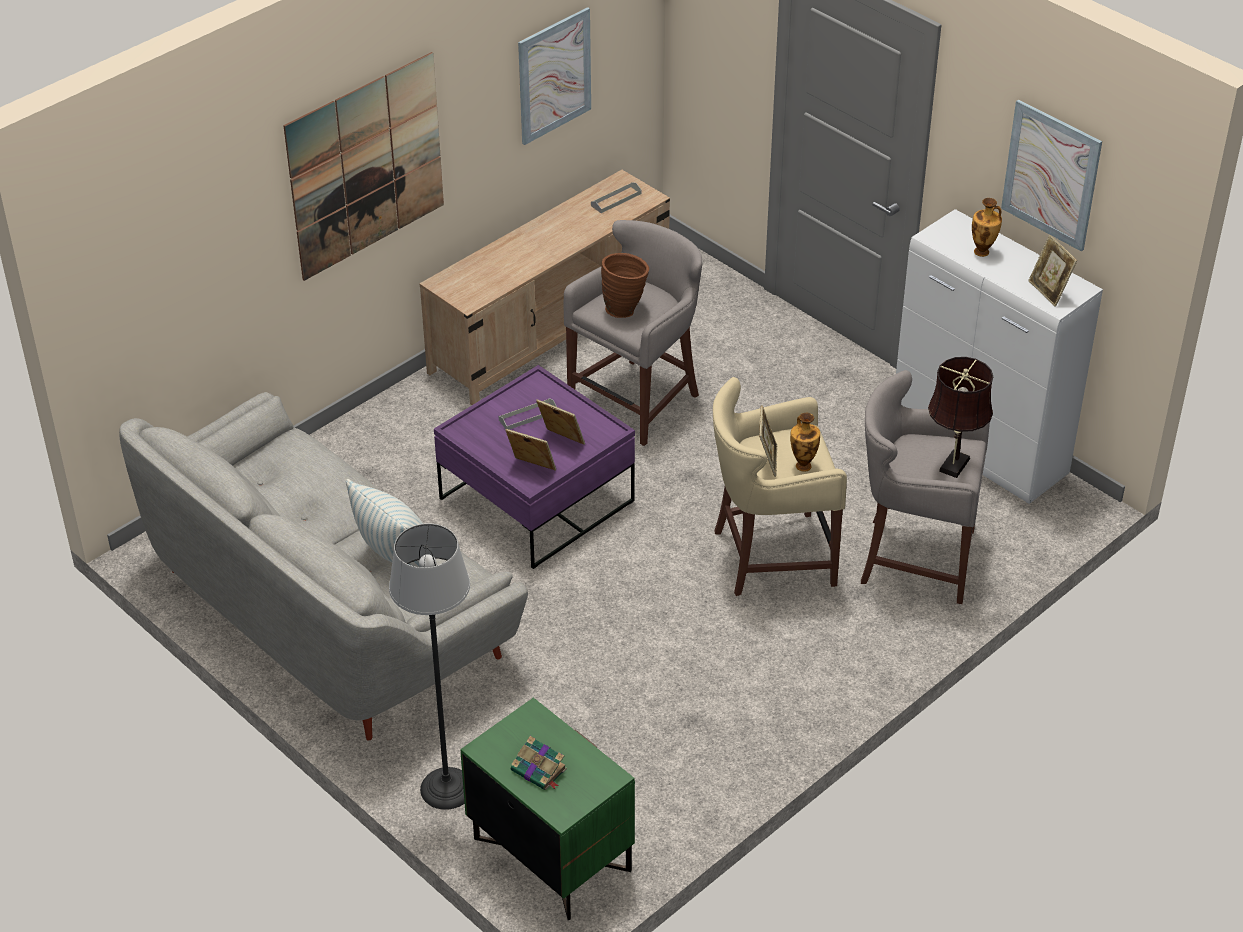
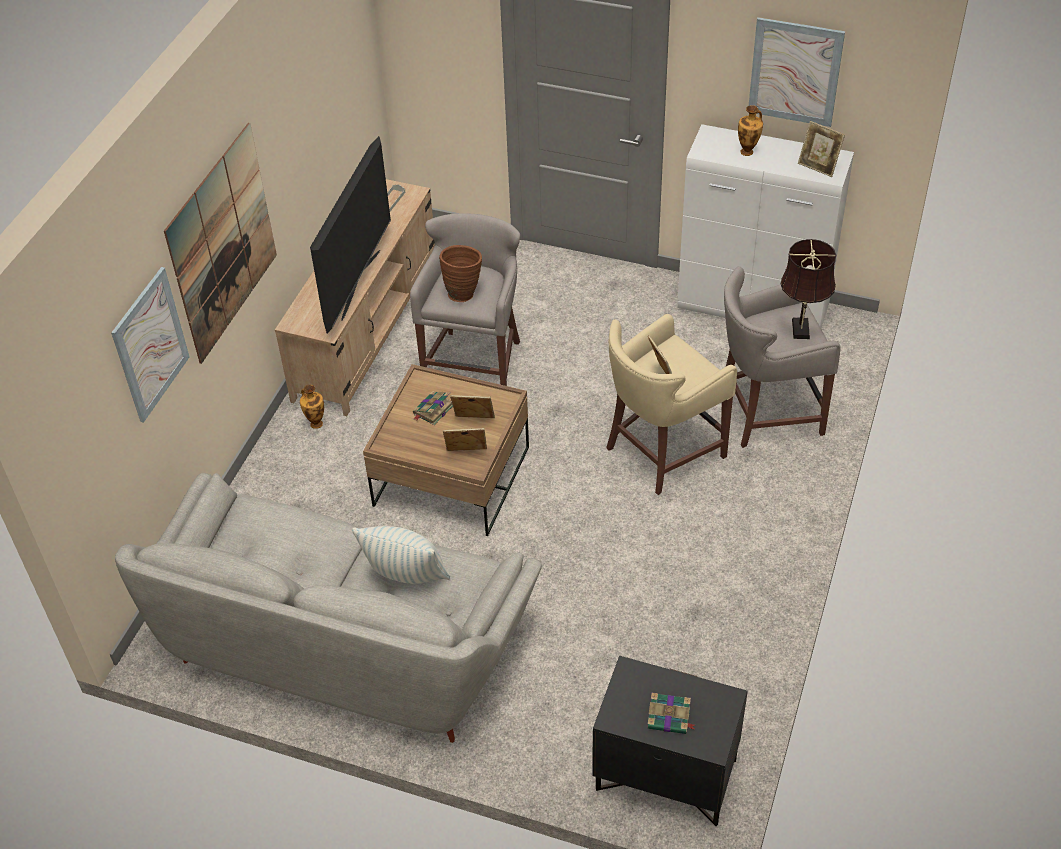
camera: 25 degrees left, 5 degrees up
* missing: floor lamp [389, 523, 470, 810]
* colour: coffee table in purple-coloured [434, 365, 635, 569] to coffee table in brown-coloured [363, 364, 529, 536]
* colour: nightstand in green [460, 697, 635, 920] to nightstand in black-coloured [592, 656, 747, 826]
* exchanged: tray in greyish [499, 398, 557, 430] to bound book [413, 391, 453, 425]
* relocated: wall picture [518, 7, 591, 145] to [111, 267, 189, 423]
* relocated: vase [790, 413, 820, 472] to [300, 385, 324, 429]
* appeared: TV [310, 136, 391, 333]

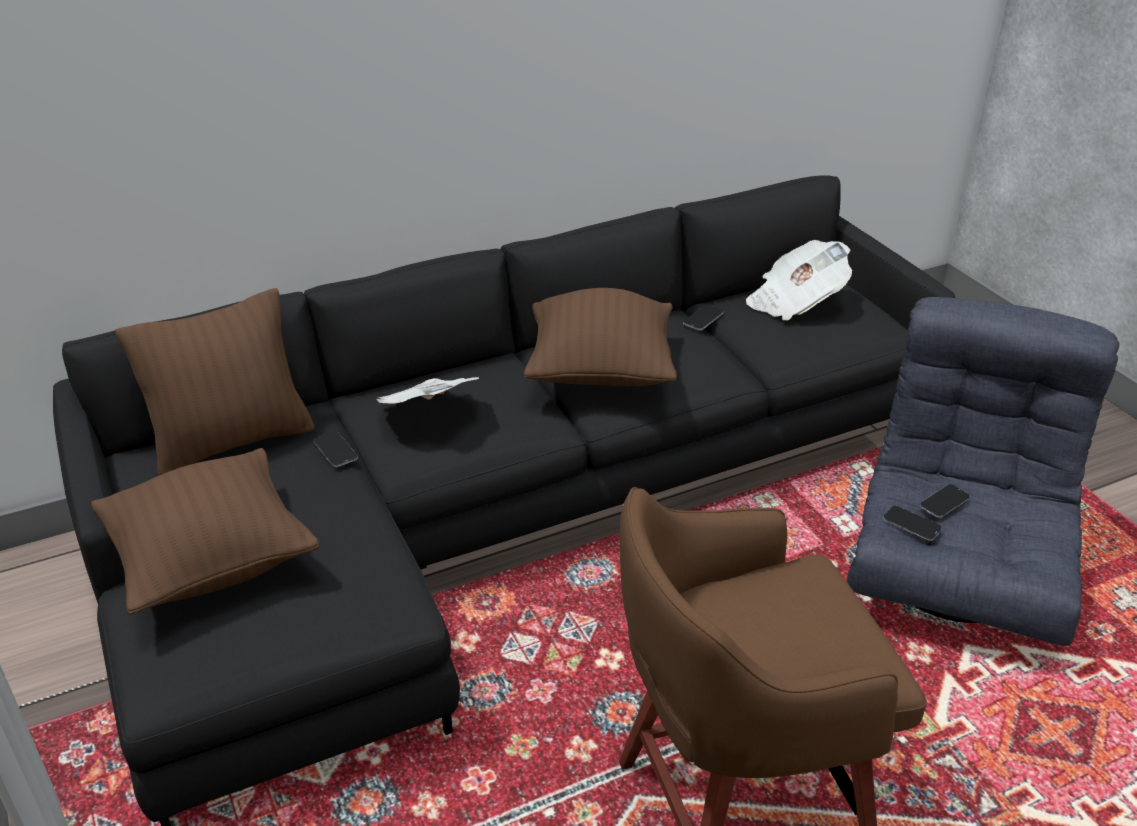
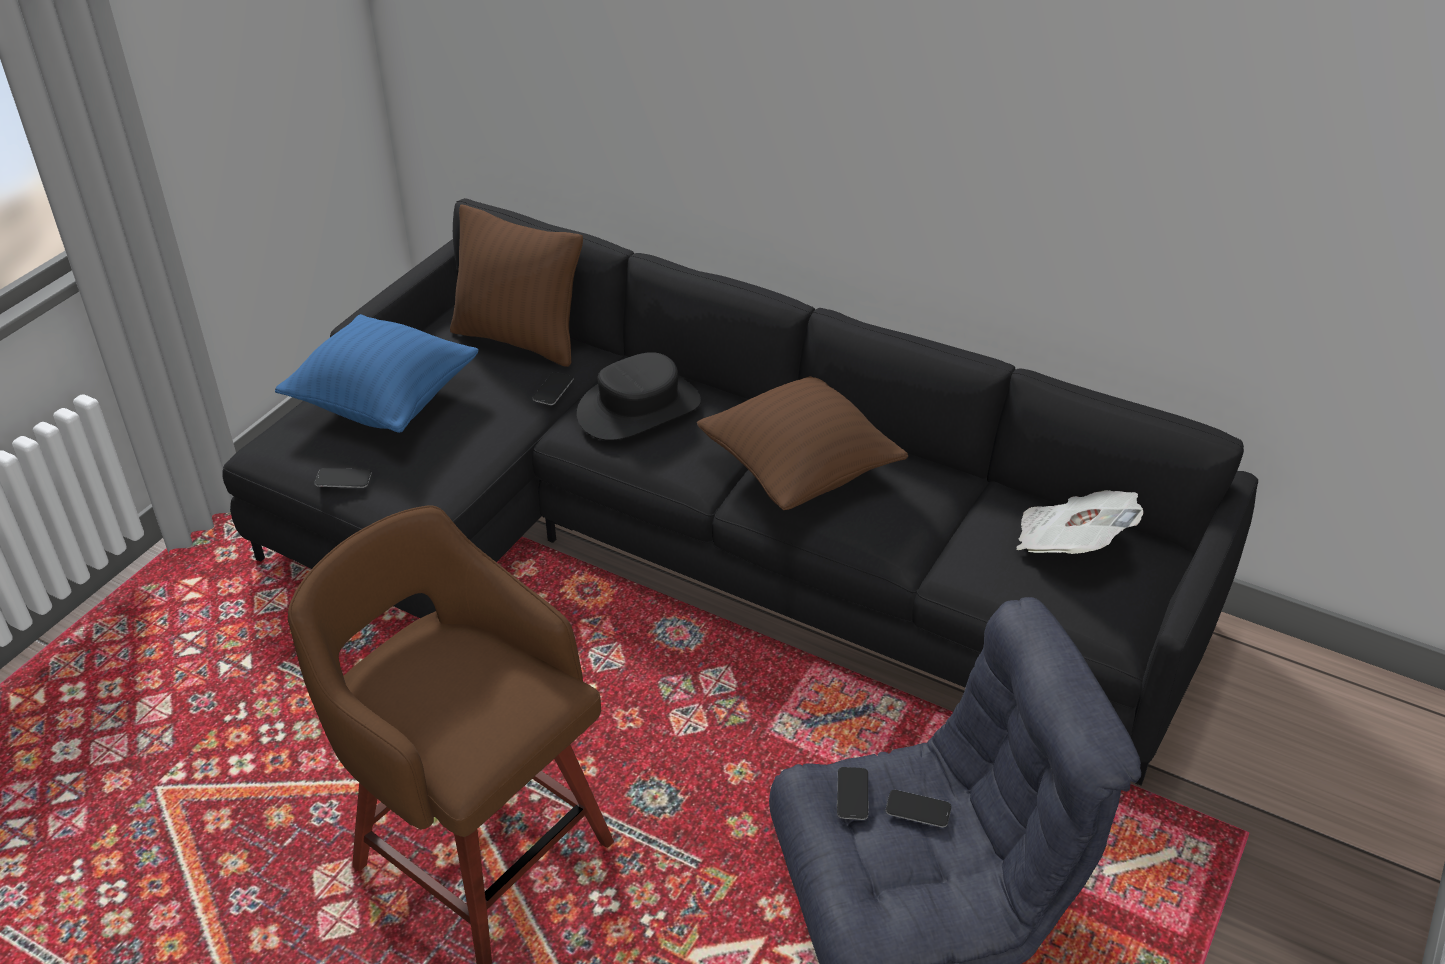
camera: 55 degrees right, 5 degrees up
* colour: throw pillow in brown-coloured [91, 448, 319, 615] to throw pillow in blue-coloured [275, 314, 479, 433]
* exchanged: printed paper [376, 377, 479, 404] to clothing hat in black-coloured [577, 352, 701, 441]
* relocated: phone [683, 305, 724, 331] to [314, 468, 372, 488]

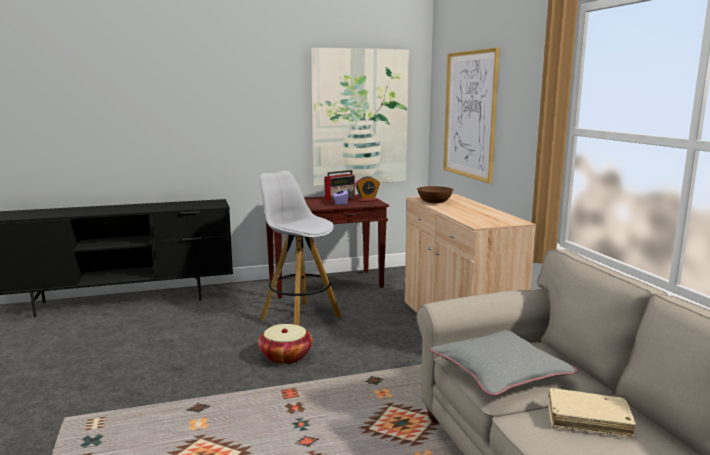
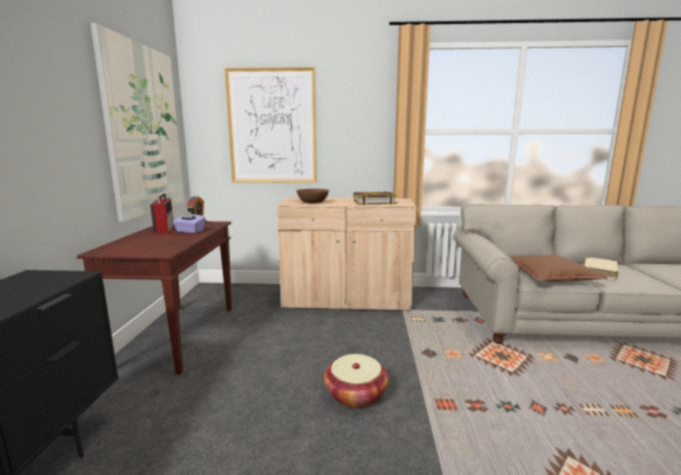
camera: 70 degrees left, 0 degrees up
* missing: stool in whitish [259, 170, 342, 325]
* colour: throw pillow in greyish [430, 330, 578, 396] to throw pillow in brown-coloured [509, 255, 607, 282]
* appeared: bound book [354, 191, 397, 205]

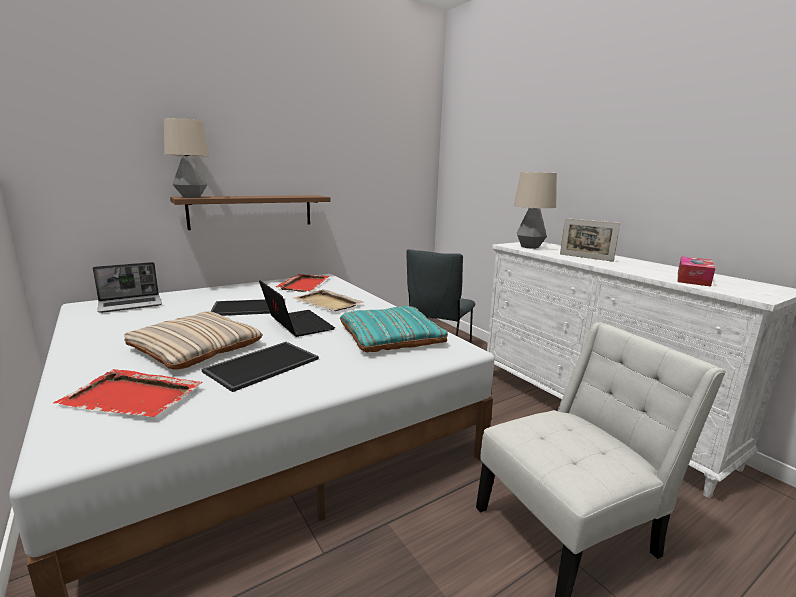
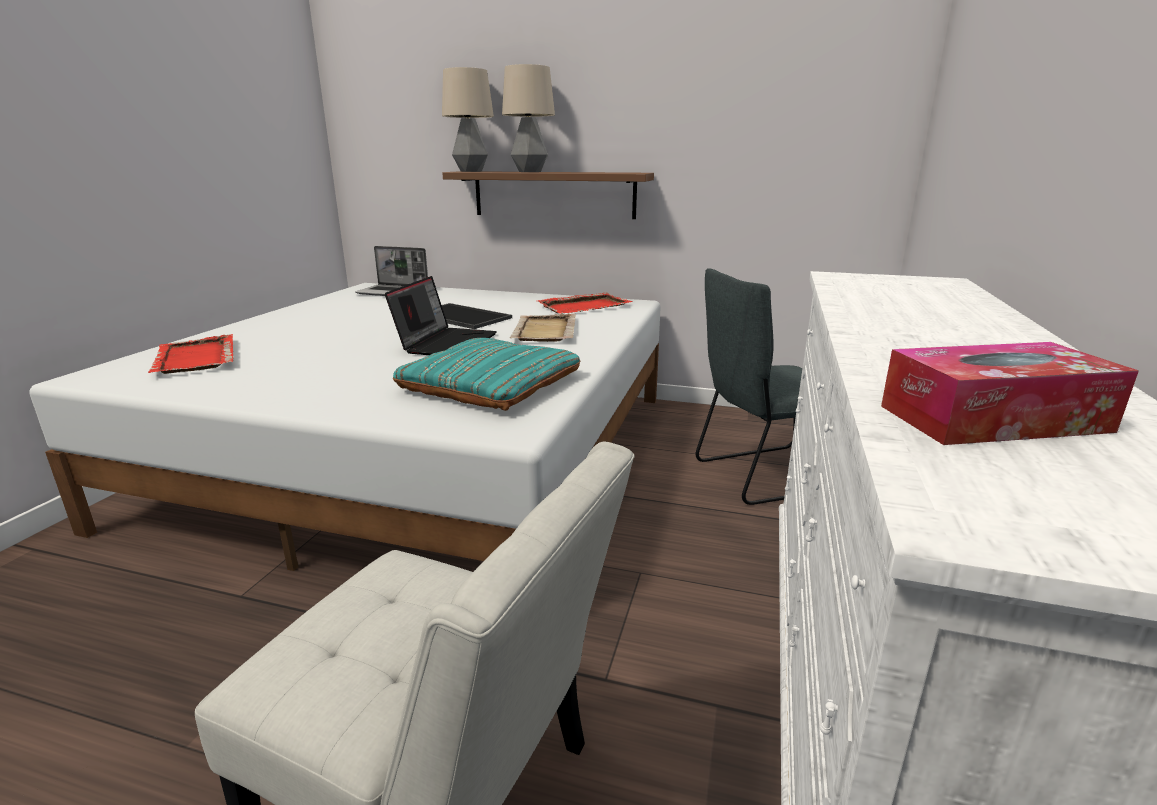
camera: 50 degrees right, 5 degrees up
* missing: throw pillow in beige-coloured [124, 311, 263, 370]
* missing: tray [202, 342, 319, 392]
* relocated: table lamp [514, 172, 557, 249] to [502, 64, 555, 172]
* missing: standing frame [560, 218, 620, 262]

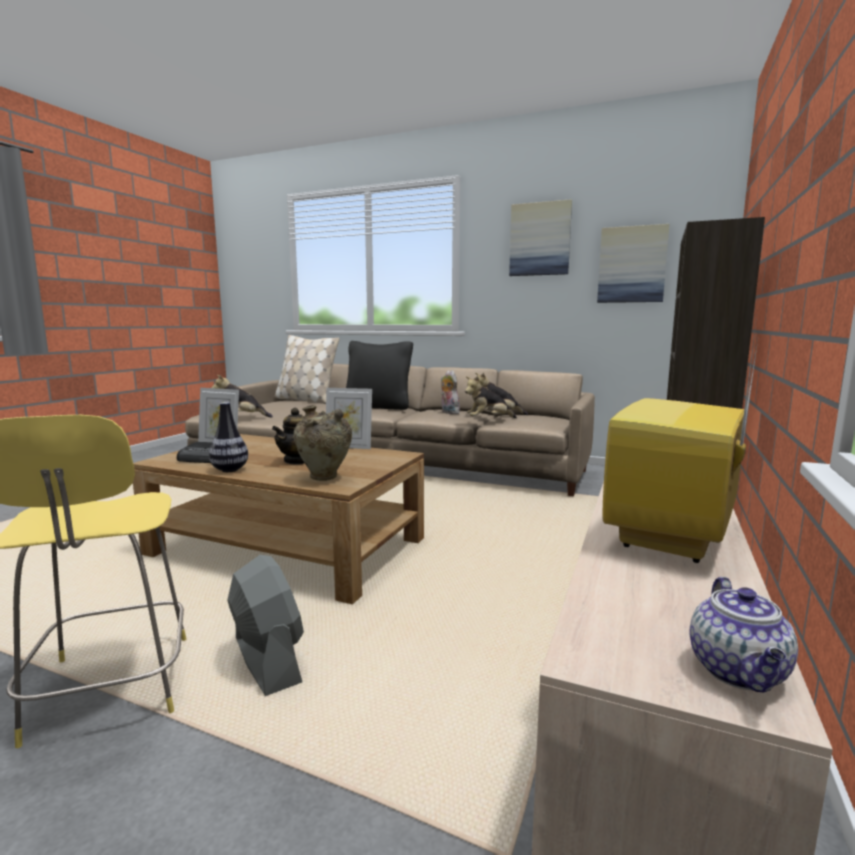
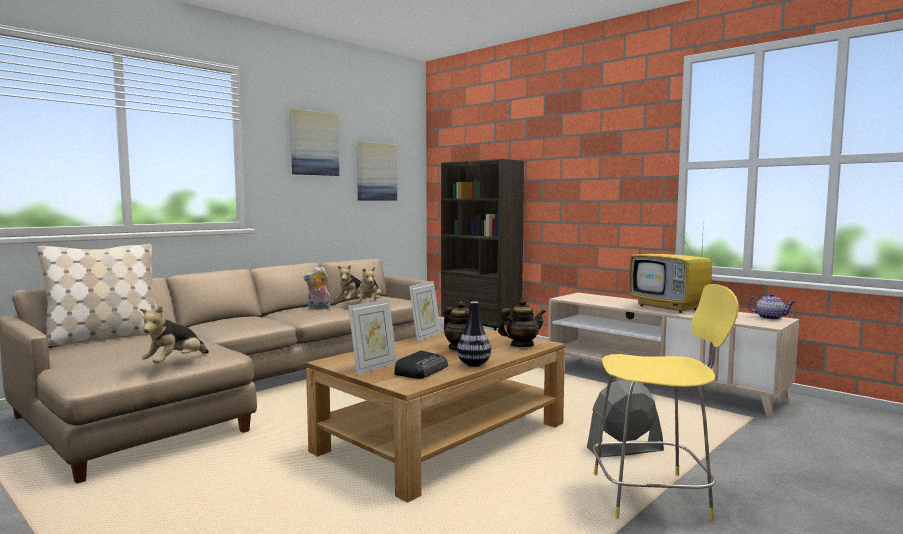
camera: 70 degrees left, 5 degrees down
* exchanged: vase in beige-coloured [293, 405, 352, 481] to tea pot [498, 299, 545, 347]
* missing: throw pillow in black-coloured [346, 341, 413, 410]

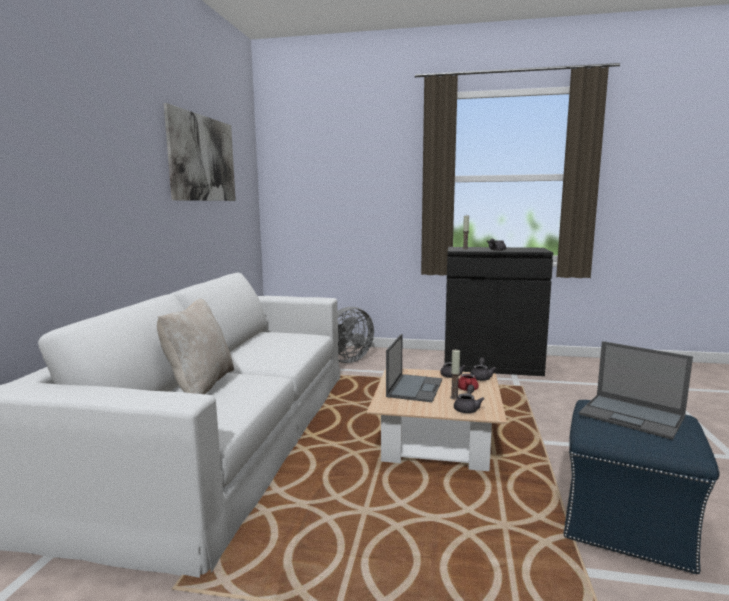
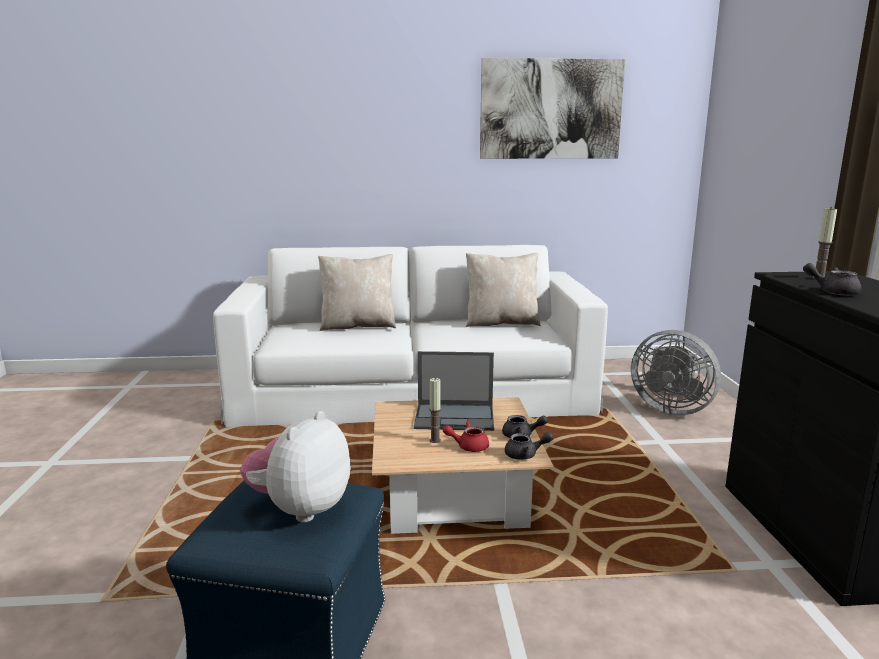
camera: 75 degrees right, 5 degrees up
* missing: tea pot in greyish [454, 385, 484, 413]
* exchanged: notebook computer [579, 341, 693, 440] to cuddly toy [240, 411, 351, 523]
* appeared: throw pillow in beige-coloured [466, 253, 541, 327]

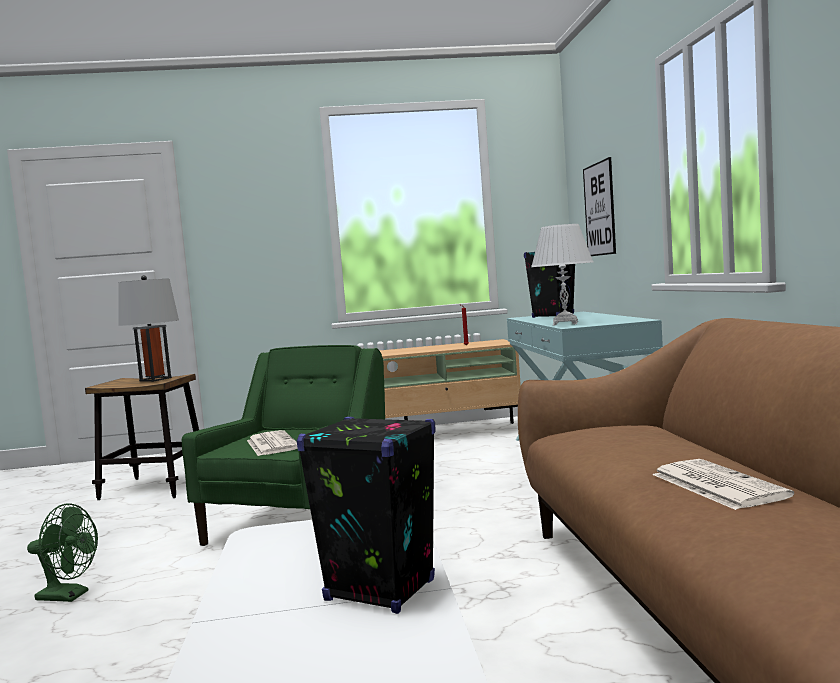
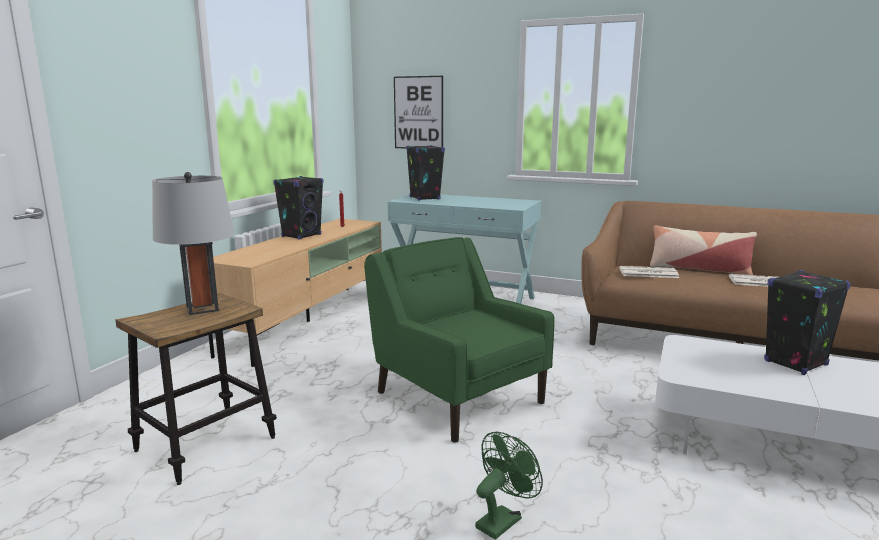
camera: 60 degrees left, 10 degrees up
* relocated: printed paper [247, 430, 298, 456] to [619, 266, 679, 278]
* missing: table lamp in whitish [531, 224, 593, 326]
* appeared: loudspeaker in black-coloured [273, 176, 323, 240]
* appeared: throw pillow [650, 225, 757, 275]

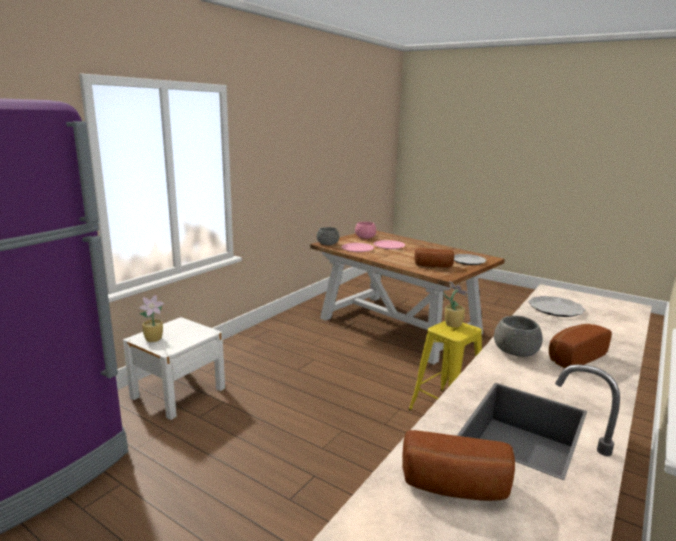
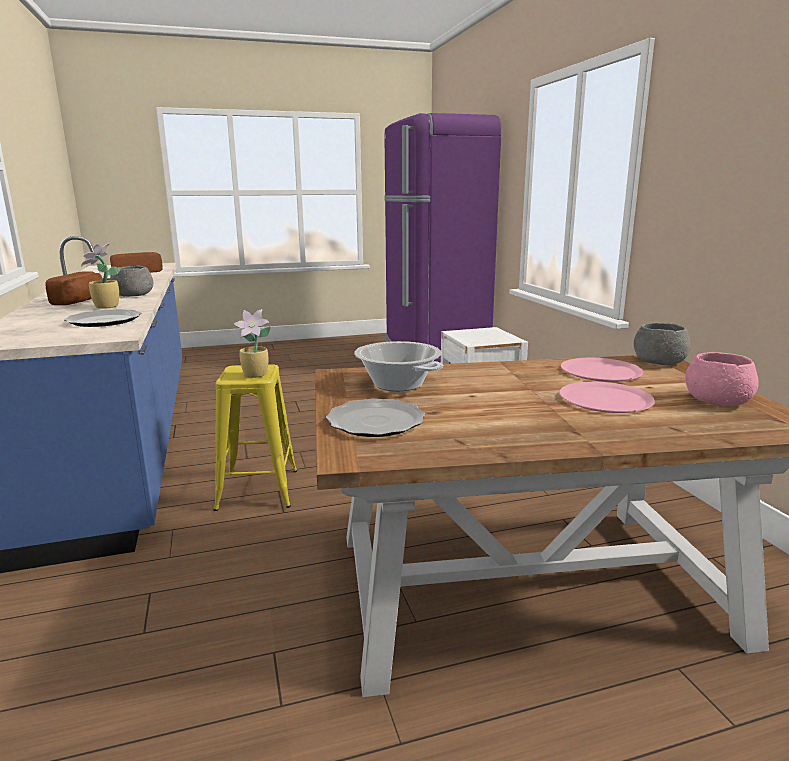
camera: 130 degrees right, 0 degrees up
* relocated: potted plant [138, 295, 165, 342] to [81, 243, 121, 309]
* exchanged: baked bread [414, 248, 454, 268] to saucepot [354, 341, 443, 391]

